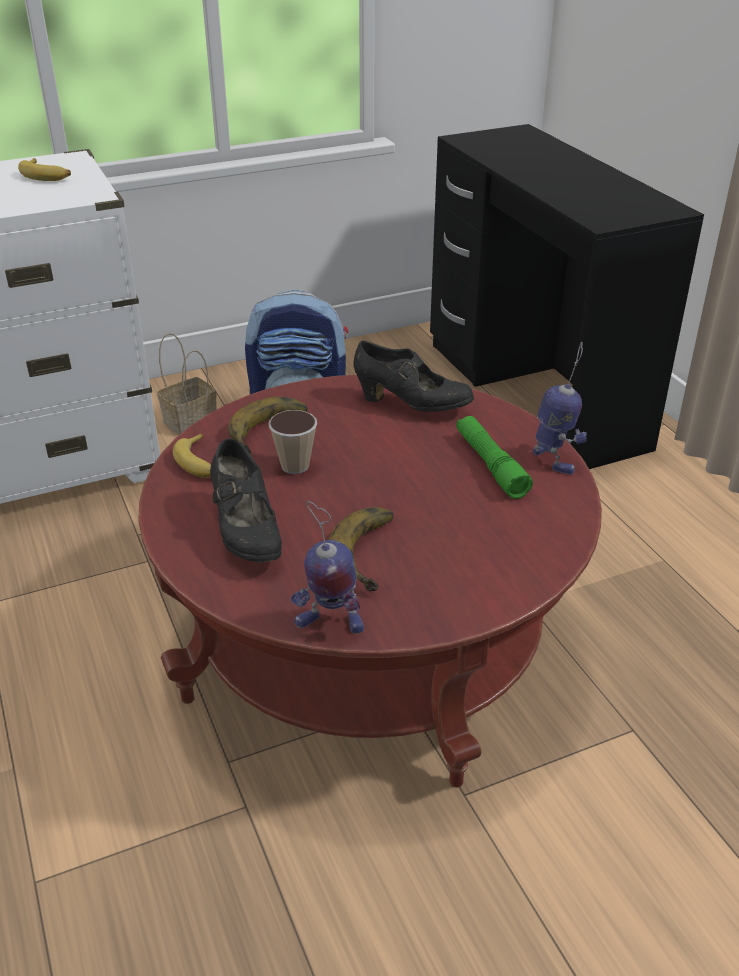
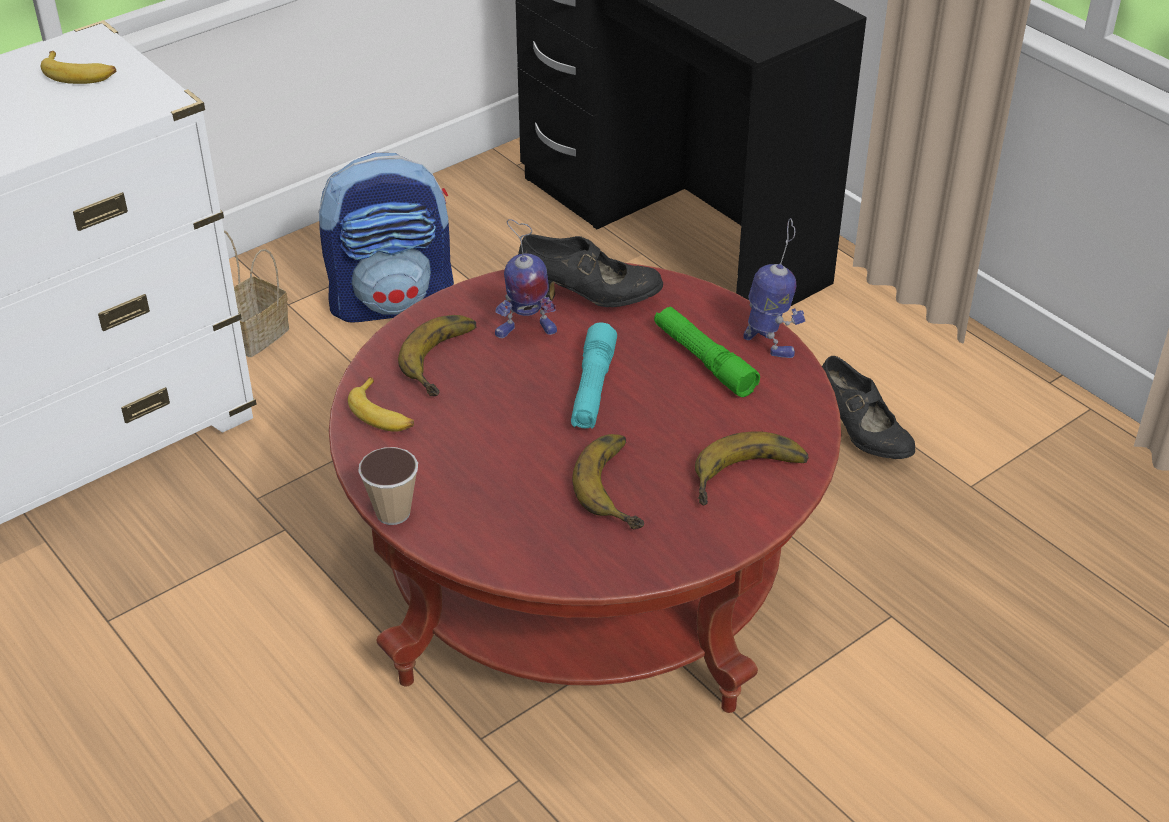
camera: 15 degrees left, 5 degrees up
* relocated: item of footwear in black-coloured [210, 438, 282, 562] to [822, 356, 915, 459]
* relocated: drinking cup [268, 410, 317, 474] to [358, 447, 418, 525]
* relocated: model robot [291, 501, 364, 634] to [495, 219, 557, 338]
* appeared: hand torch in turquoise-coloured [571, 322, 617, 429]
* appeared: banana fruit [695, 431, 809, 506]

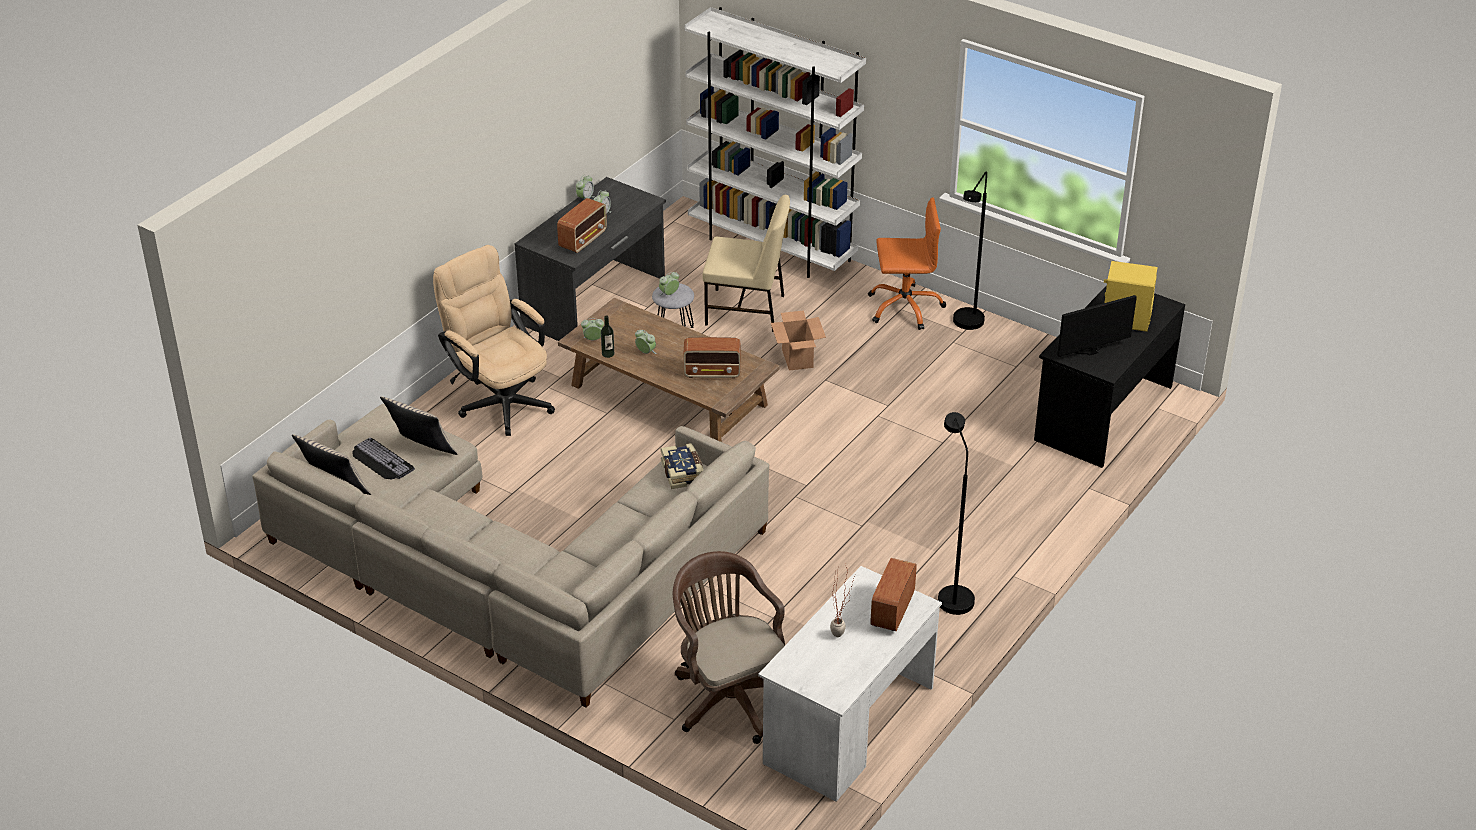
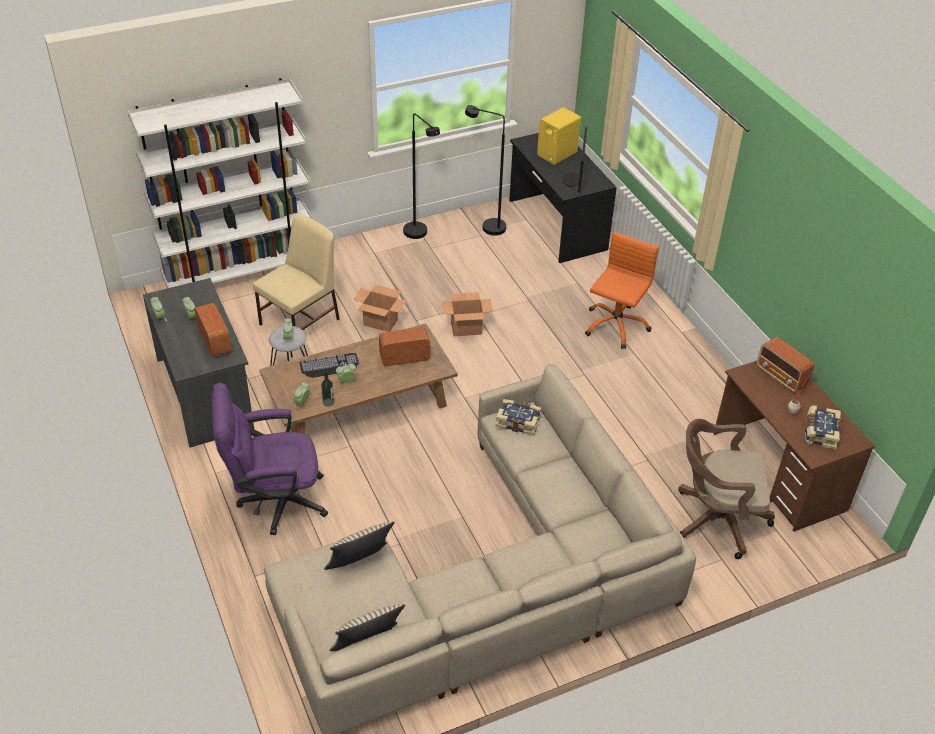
camera: 60 degrees left, 5 degrees up
* relocated: keyboard [352, 438, 415, 479] to [299, 353, 359, 378]
* colour: office chair in beige-coloured [433, 245, 555, 436] to office chair in purple-coloured [212, 383, 328, 535]
* spun: radio [683, 337, 740, 378] = [379, 327, 430, 366] 135 degrees counterclockwise
* colour: desk table in whitish [758, 566, 942, 802] to desk table in brown-coloured [713, 361, 875, 532]
* relocated: office chair in orange-coloured [868, 198, 946, 330] to [585, 232, 659, 349]
* relocated: floor lamp in black-coloured [938, 412, 975, 615] to [465, 105, 506, 235]
* appeared: cardboard box [442, 292, 493, 336]
* appeared: bound book [805, 405, 841, 450]

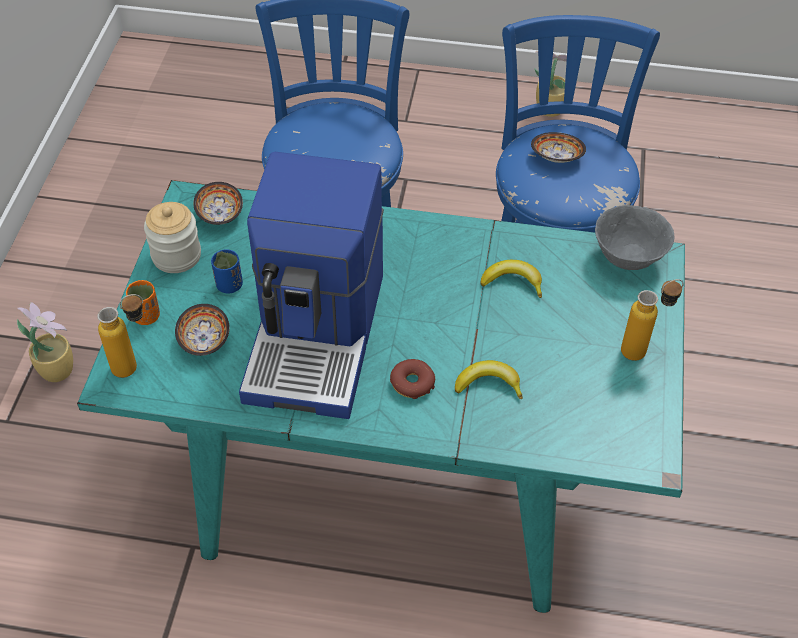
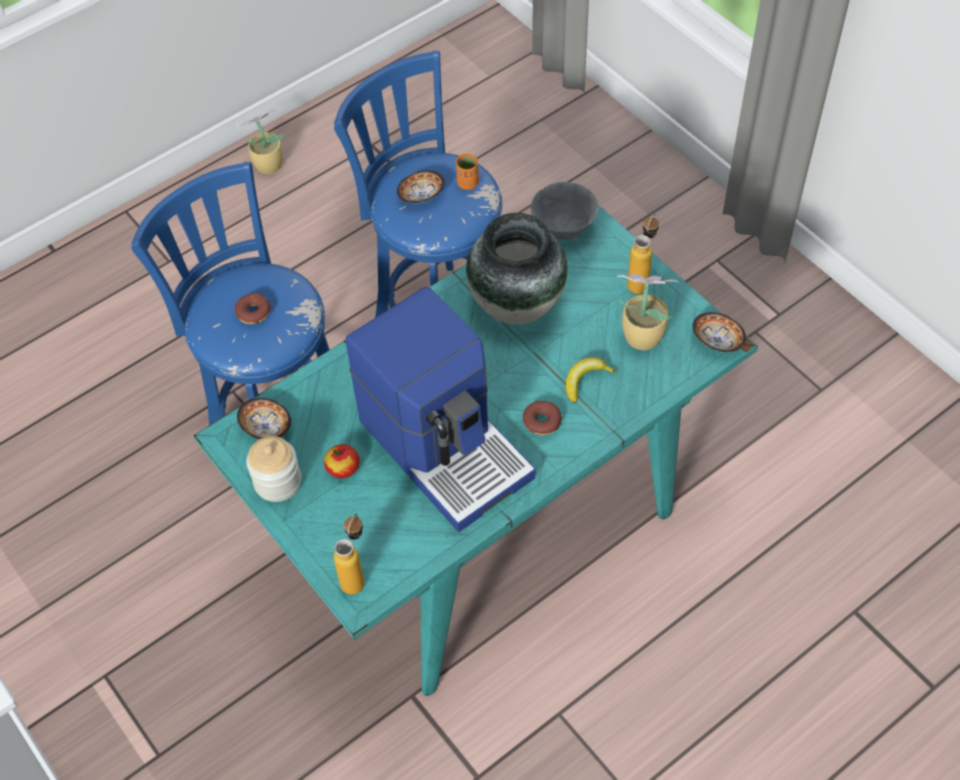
camera: 45 degrees left, 5 degrees up
* relocated: potted plant [17, 302, 73, 382] to [617, 274, 678, 350]
* relocated: drinking cup in orange-coloured [126, 280, 160, 325] to [456, 154, 478, 190]
* relocated: serving bowl [175, 304, 230, 356] to [693, 312, 746, 352]
* exchanged: drinking cup in blue-coloured [211, 249, 243, 294] to apple [324, 444, 360, 478]
* exchanged: banana fruit [481, 260, 542, 298] to vase [466, 213, 568, 325]
* appeared: ring doughnut [235, 293, 271, 324]

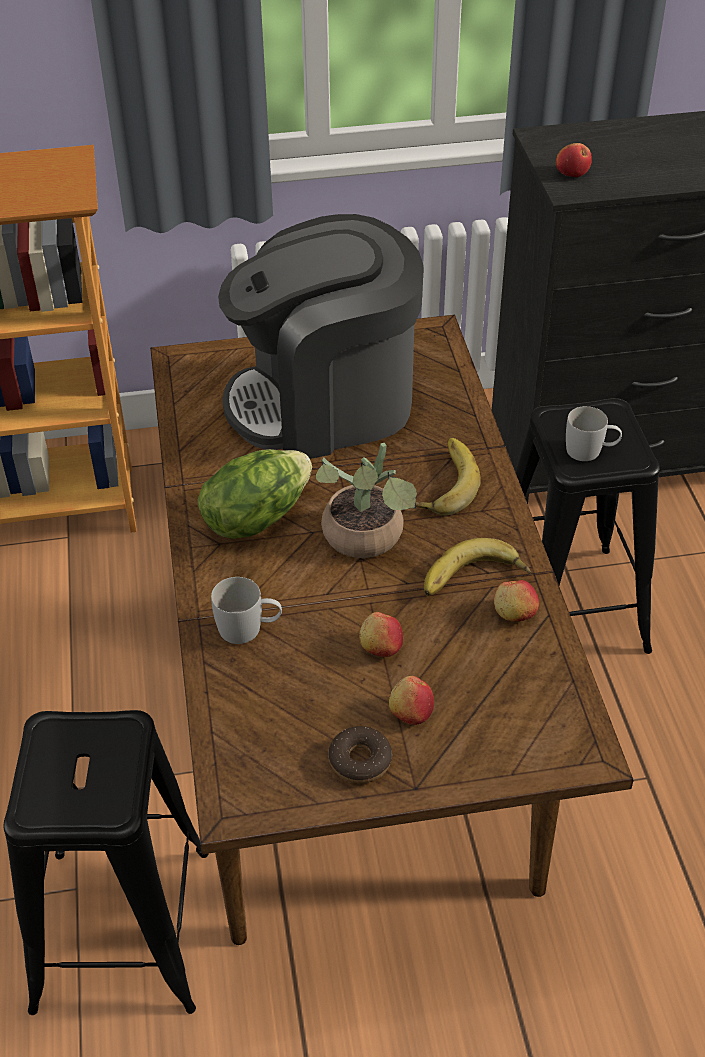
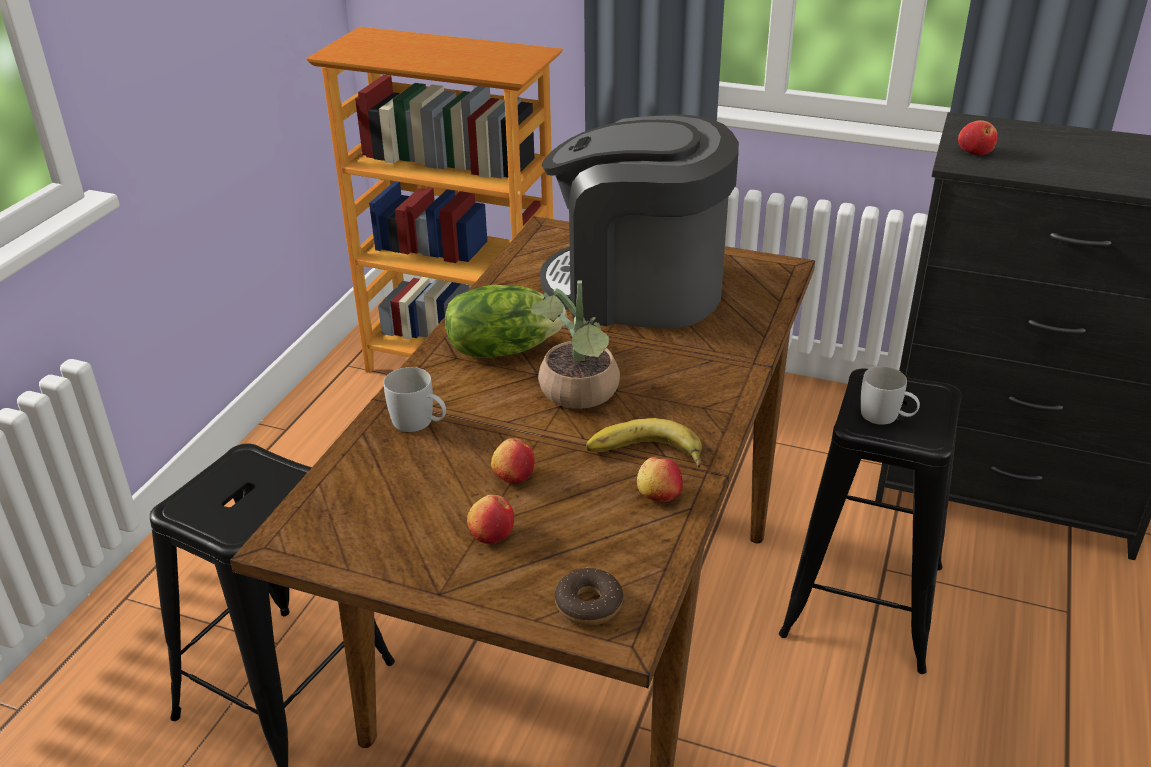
camera: 30 degrees right, 10 degrees down
* relocated: ring doughnut [328, 726, 392, 783] to [555, 567, 623, 626]
* missing: banana fruit [416, 438, 480, 516]

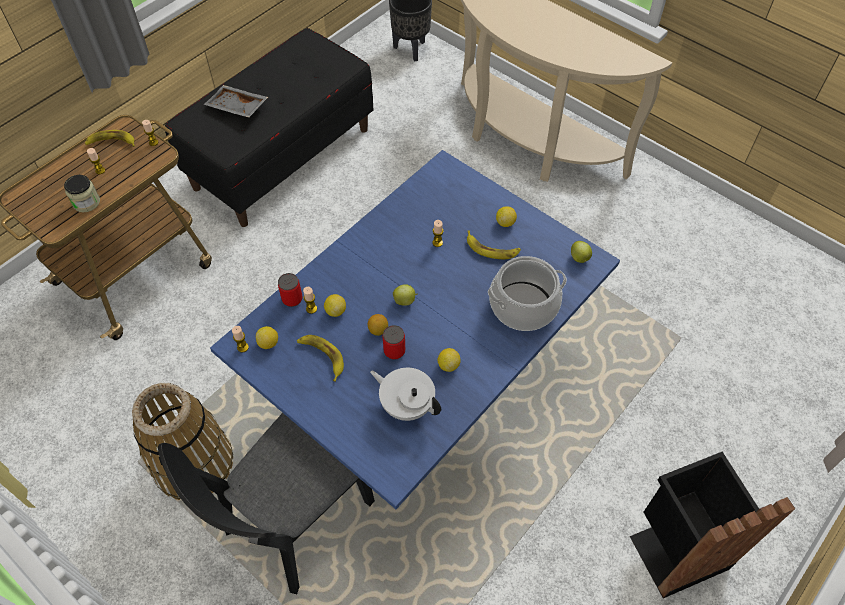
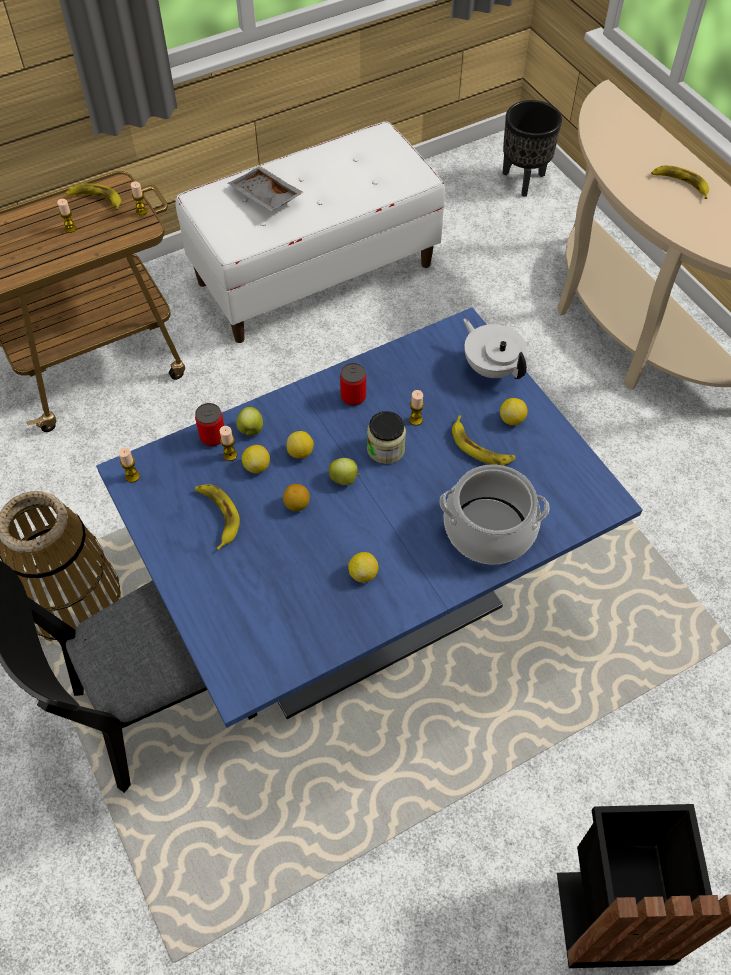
camera: 20 degrees right, 0 degrees up
* relocated: preserve jar [64, 175, 100, 212] to [367, 411, 406, 464]
* colour: bench in black-coloured [165, 28, 373, 227] to bench in whitish [176, 121, 445, 343]
* relocated: lemon [256, 326, 278, 349] to [287, 431, 314, 458]
* relocated: tea pot in whitish [370, 368, 441, 421] to [463, 318, 527, 379]
* relocated: sealed can [383, 325, 405, 359] to [340, 363, 366, 406]
* relocated: apple [571, 241, 592, 263] to [237, 407, 263, 436]
* appeared: banana fruit [651, 165, 709, 199]

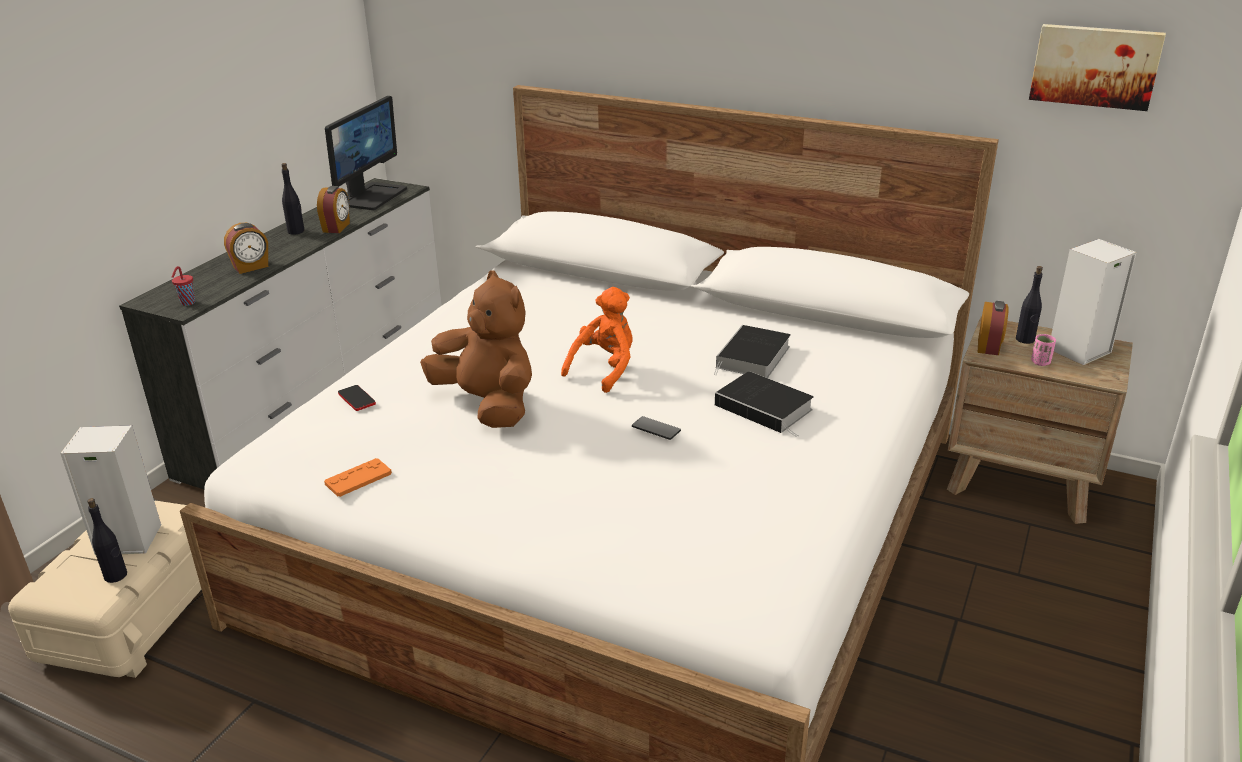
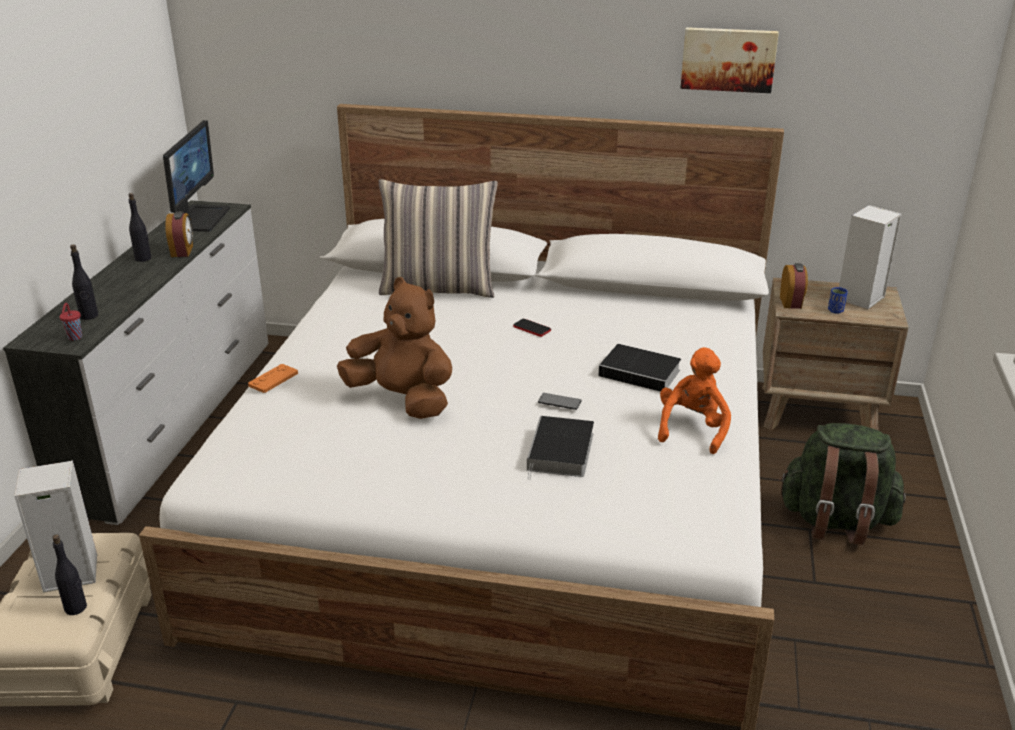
camera: 15 degrees left, 0 degrees up
* missing: table clock [224, 223, 268, 274]
* relocated: joypad in orange-coloured [324, 458, 392, 497] to [248, 364, 298, 393]
* relocated: phone [338, 385, 376, 411] to [513, 319, 551, 337]
* relocated: cuddly toy in orange-coloured [561, 287, 633, 393] to [658, 347, 731, 454]
* relocated: bound book [714, 325, 791, 378] to [527, 416, 594, 480]
* relocated: drink bottle in black-coloured [1016, 266, 1043, 344] to [70, 245, 98, 320]
* relocated: wall picture [1029, 24, 1166, 111] to [680, 27, 779, 93]
* colour: drinking cup in pinkish [1031, 334, 1056, 366] to drinking cup in blue-coloured [828, 287, 848, 314]
* appeared: throw pillow [379, 179, 498, 298]
* appeared: rucksack in green [779, 423, 906, 545]

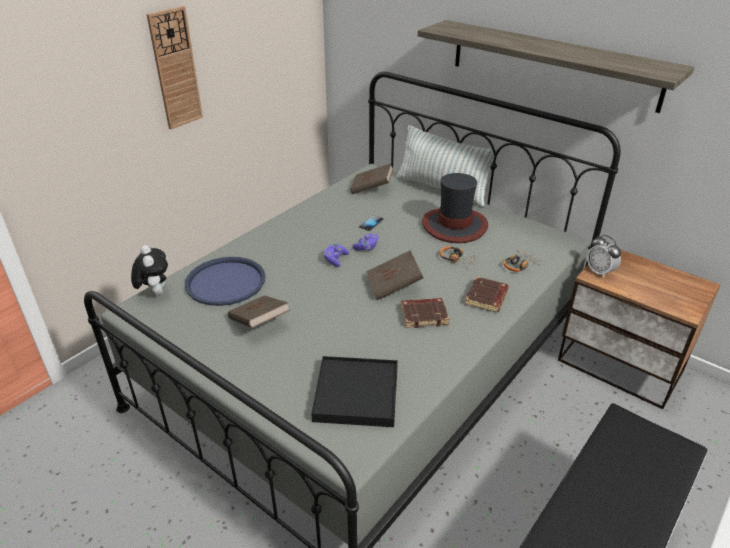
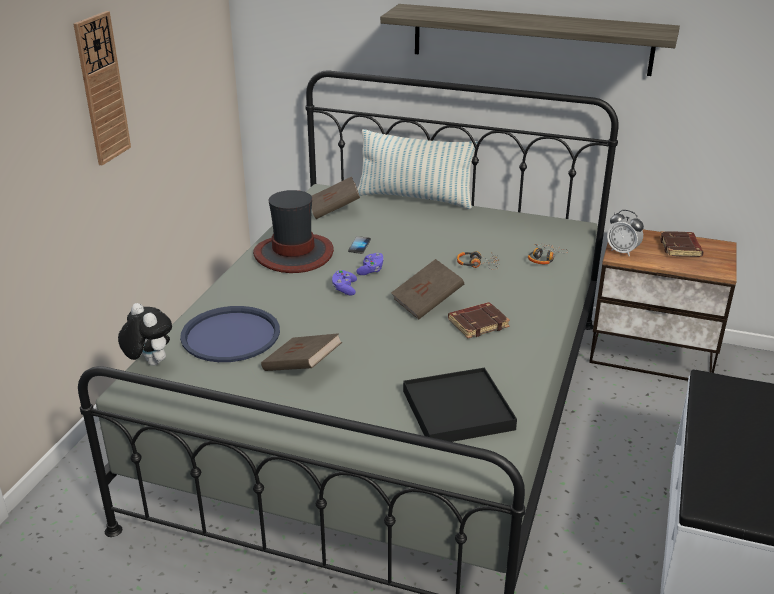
camera: 20 degrees left, 5 degrees down
* relocated: clothing hat [422, 173, 488, 243] to [253, 190, 334, 273]
* relocated: bound book in brown-coloured [465, 277, 509, 312] to [660, 231, 704, 257]

